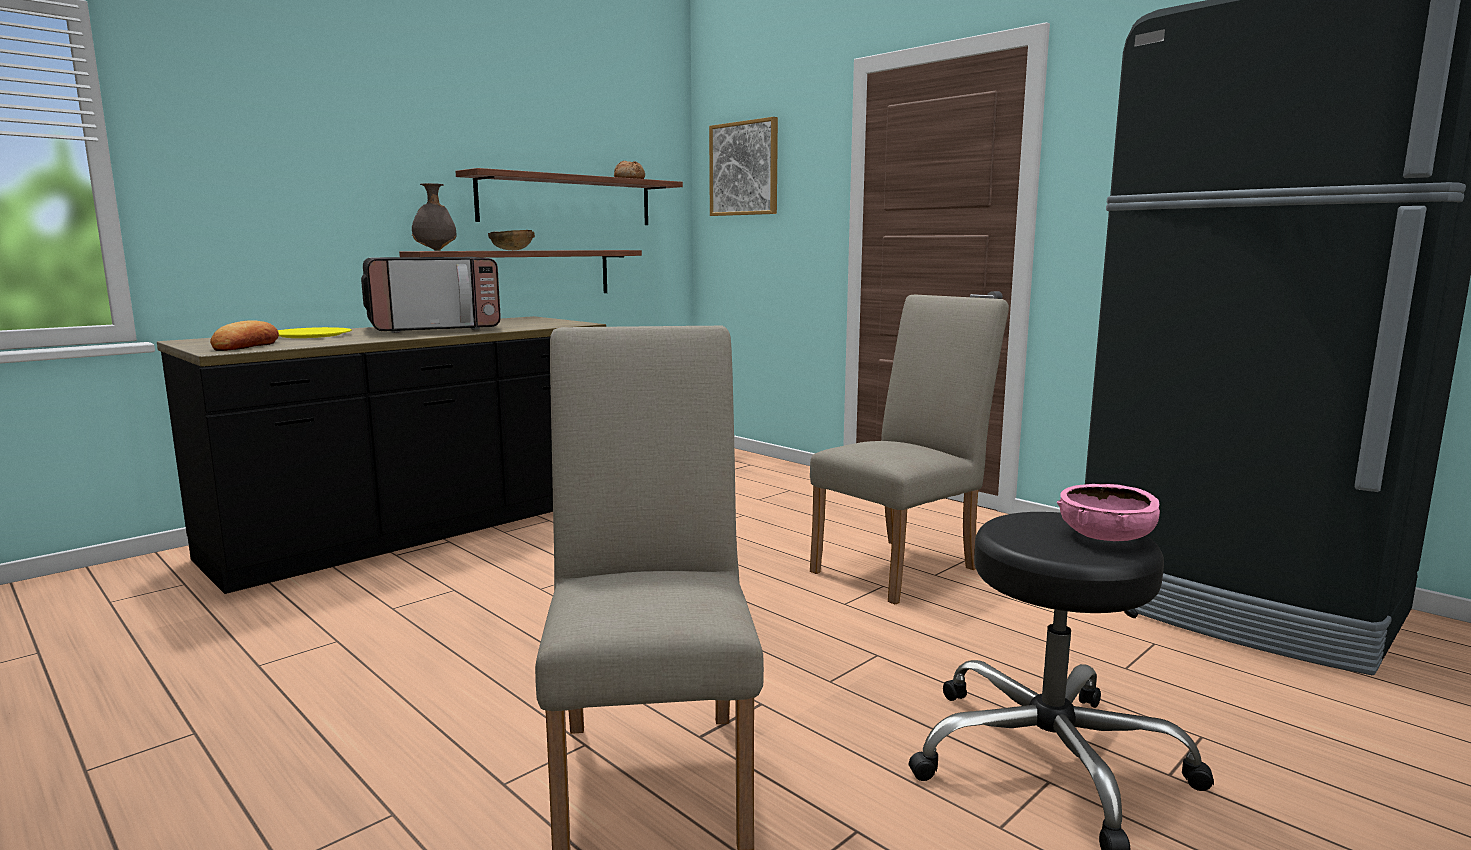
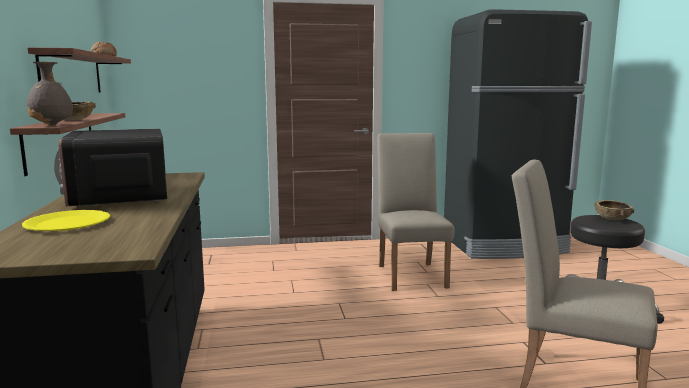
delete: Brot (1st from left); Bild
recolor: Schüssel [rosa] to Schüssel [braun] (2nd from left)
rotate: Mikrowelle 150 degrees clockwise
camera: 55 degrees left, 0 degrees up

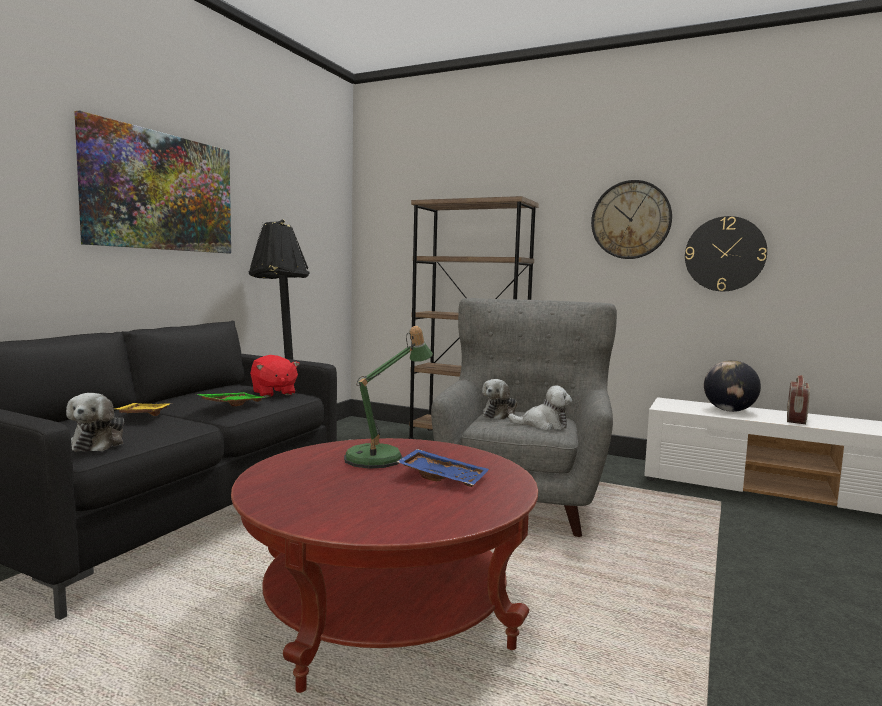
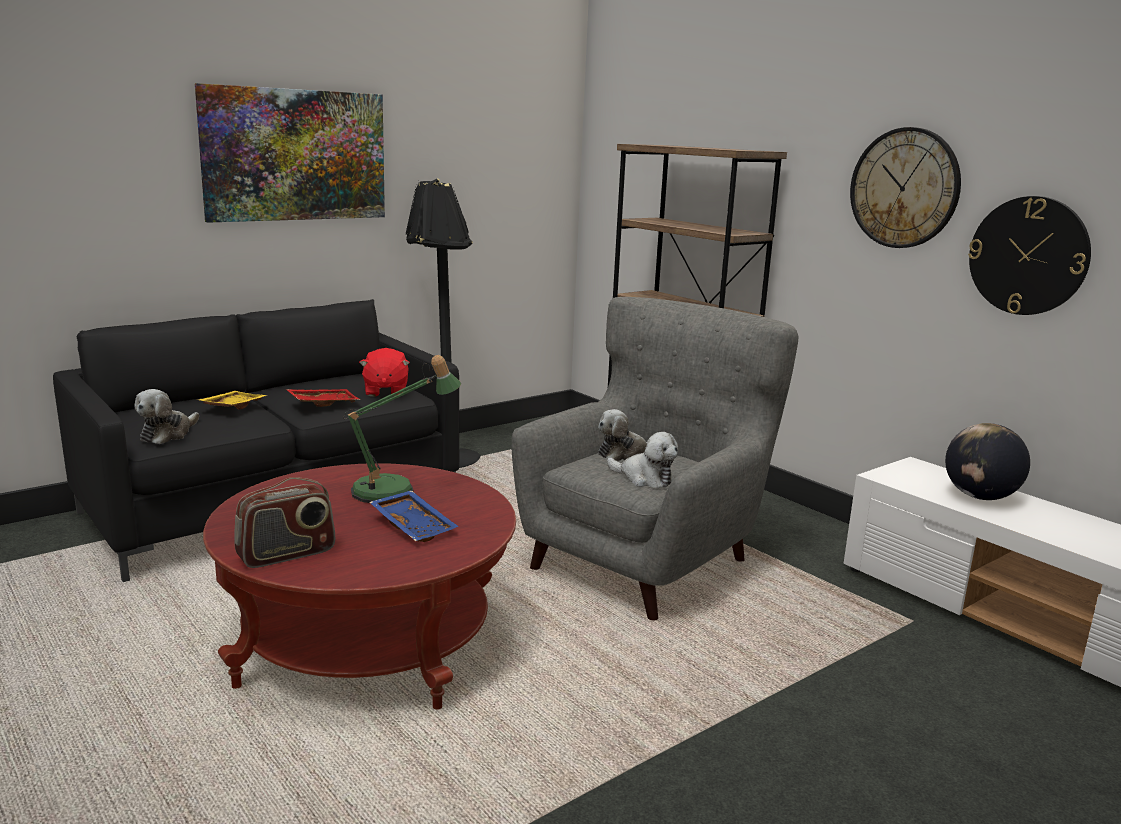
move: Radio
recolor: Tablett [grün] to Tablett [rot]
camera: 25 degrees right, 10 degrees up

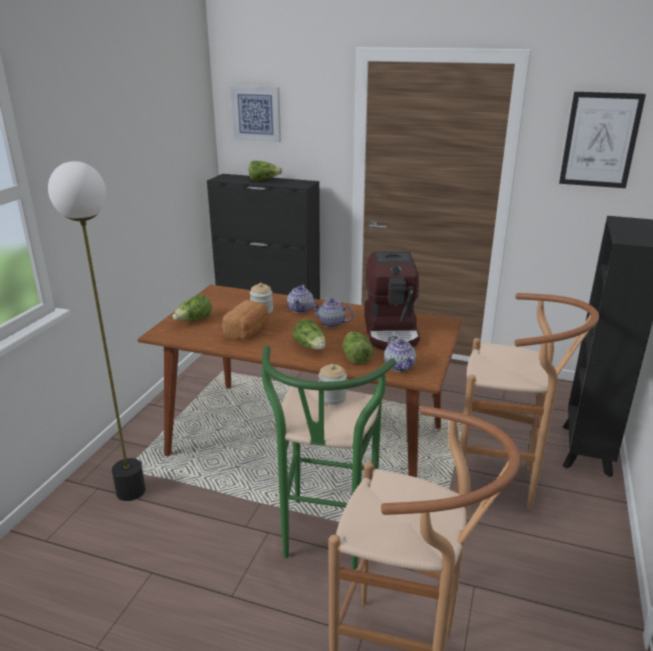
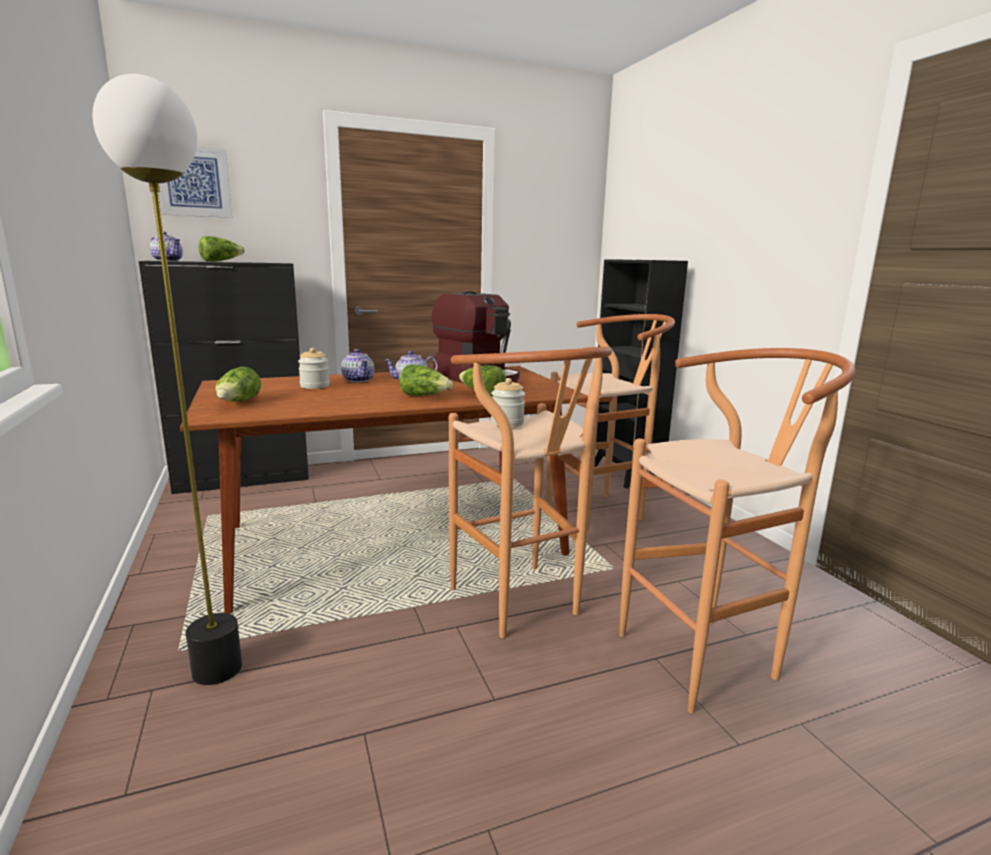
delete: Brot; Bild (2nd from left)
move: Teekanne (3rd from left in the first image) to Teekanne (1st from left)
recolor: Hocker [grün] to Hocker [braun] (1st from left)
camera: 40 degrees left, 10 degrees down

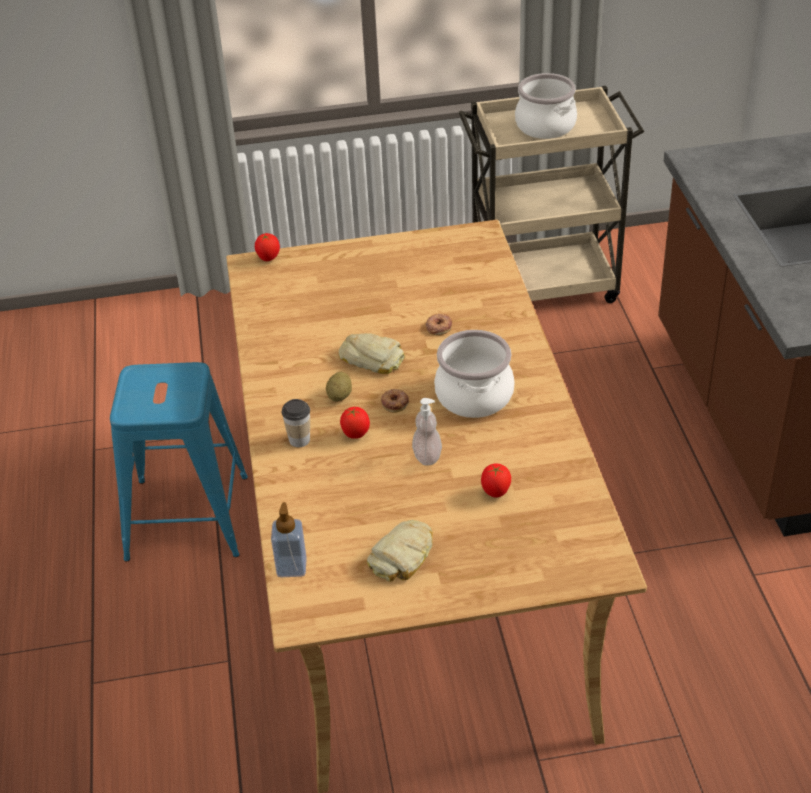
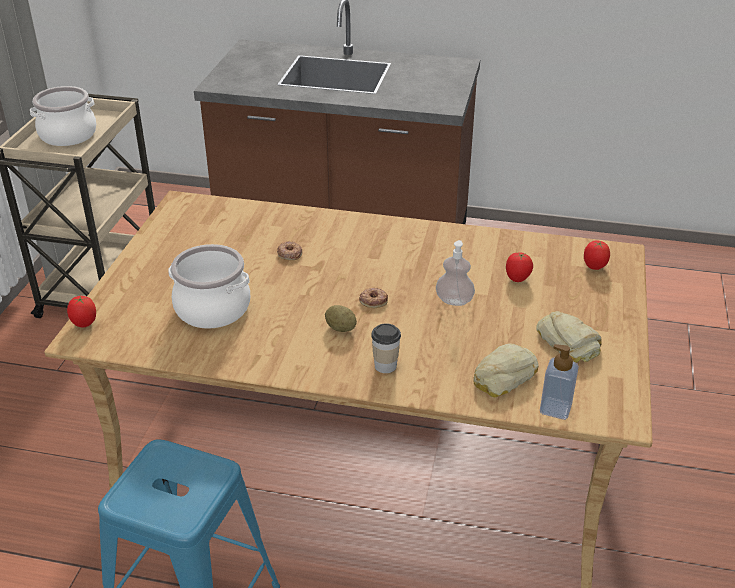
move: Kochtopf (1st from left in the first image) to Kochtopf (2nd from left); Brot (1st from left); Tomate (2nd from left in the first image) to Tomate (3rd from left)
camera: 70 degrees left, 5 degrees down

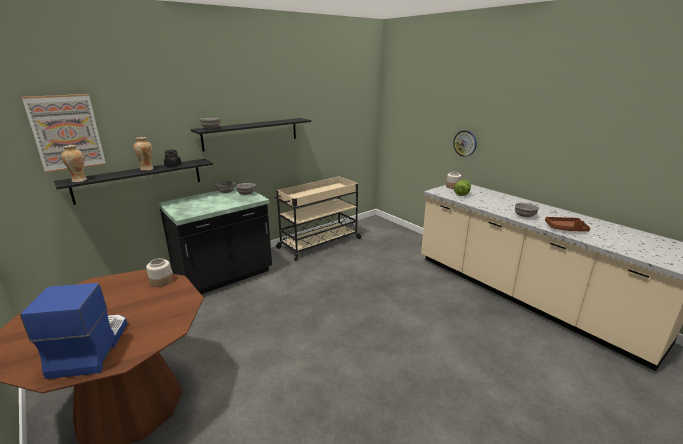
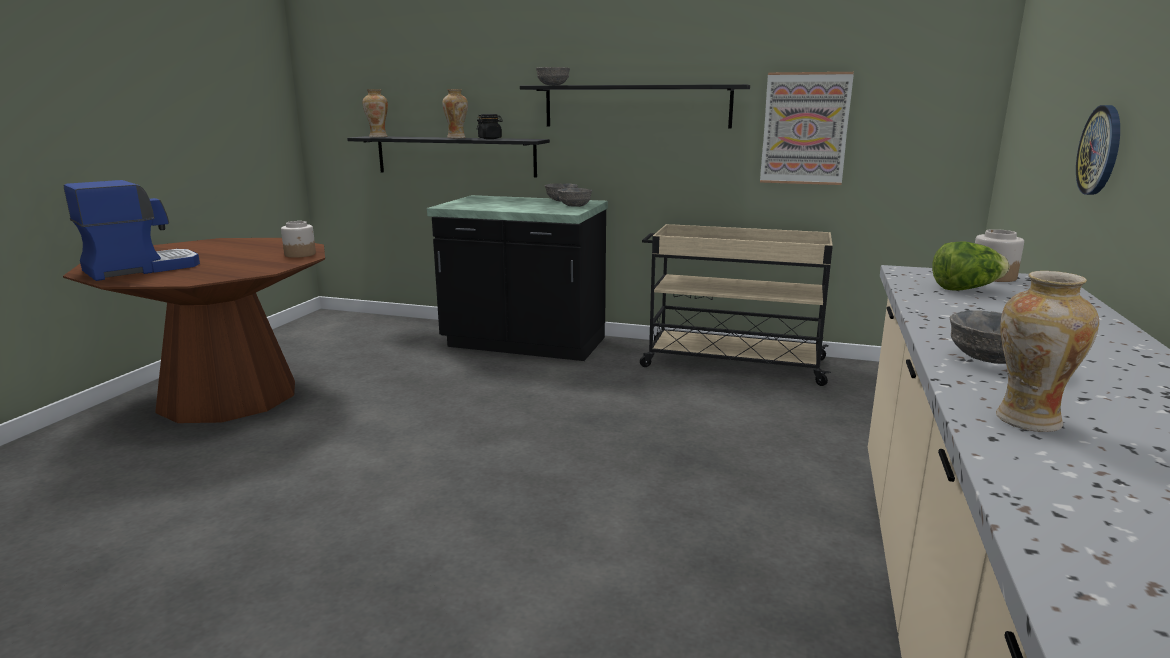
move: Bild
replace: Tablett [braun] to Vase (3rd from left)
camera: 55 degrees right, 5 degrees down

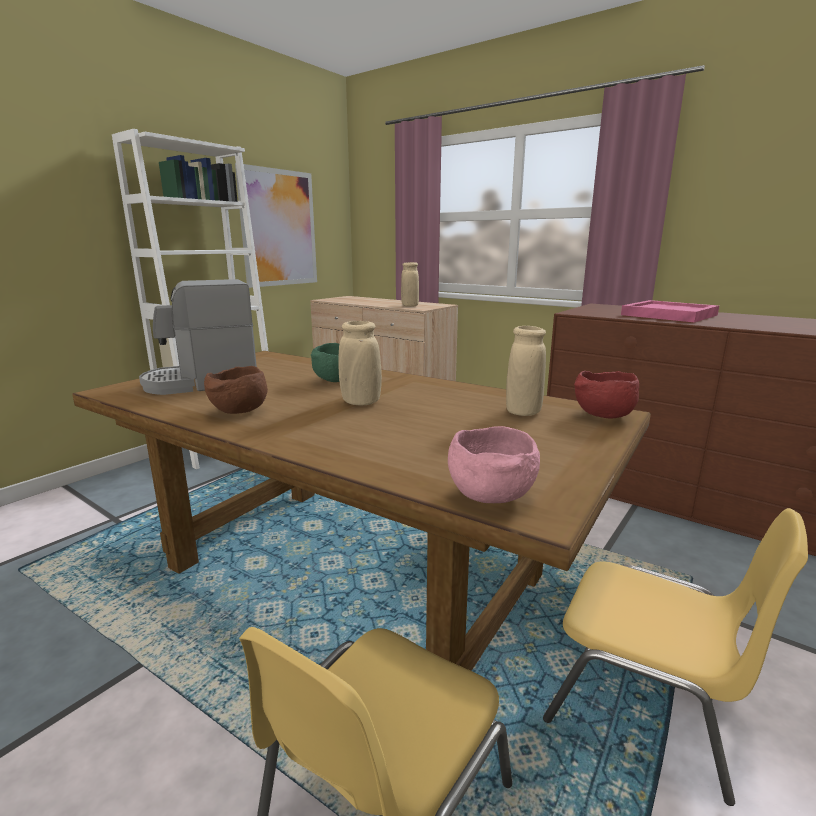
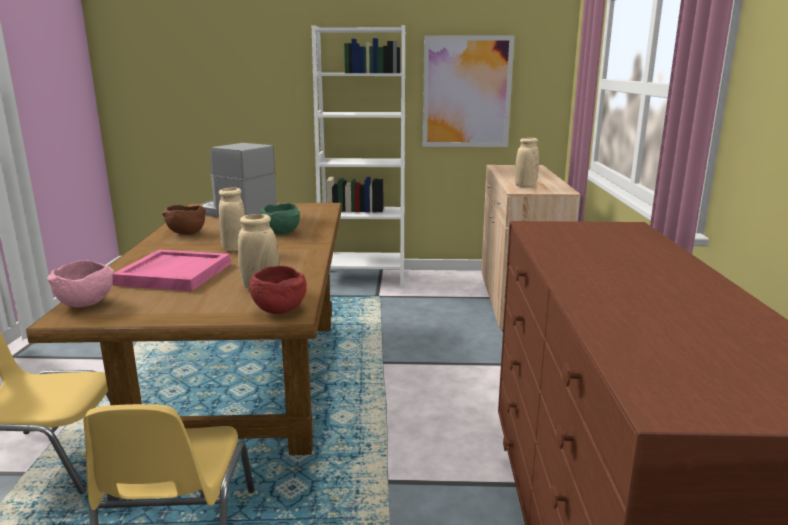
move: Tablett [rosa]
camera: 55 degrees right, 0 degrees up

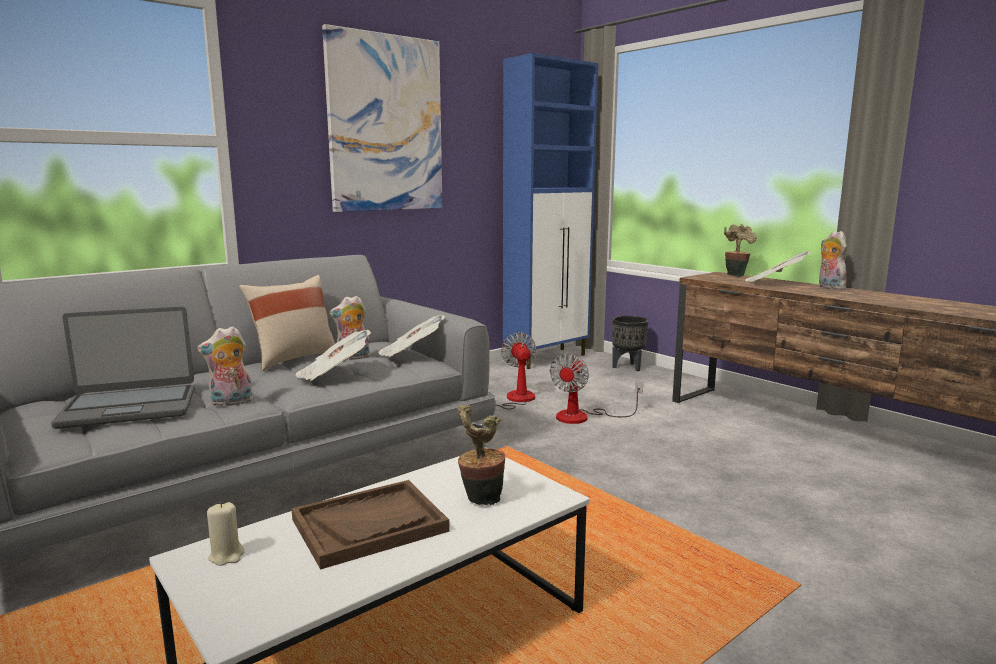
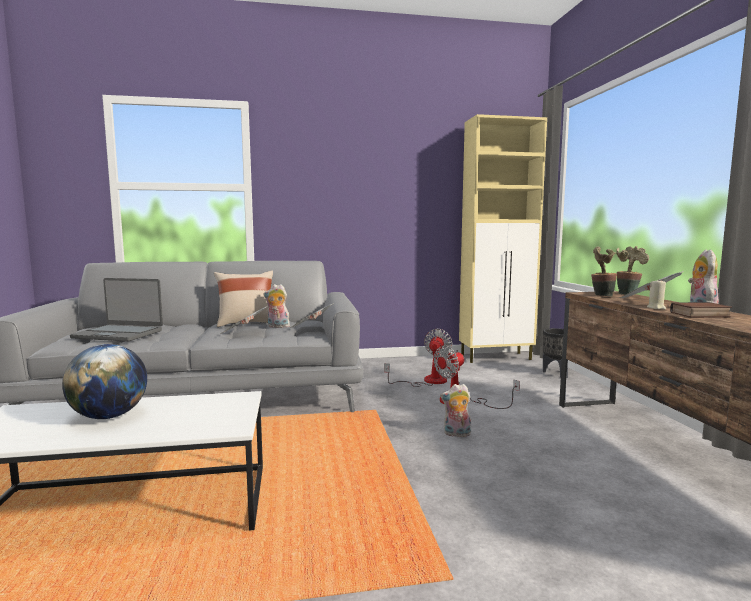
delete: Bild
insert: Buch
move: Plüschtier (1st from left in the first image) to Plüschtier (2nd from left); Topfpflanze (1st from left); Kerze [beige]
replace: Tablett [braun] to Globus
recolor: Schrank [blau] to Schrank [beige]
camera: 30 degrees right, 5 degrees down

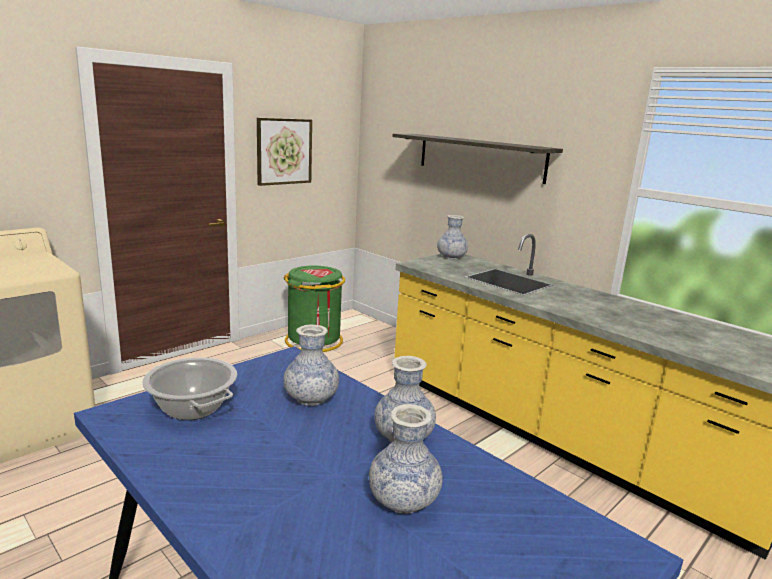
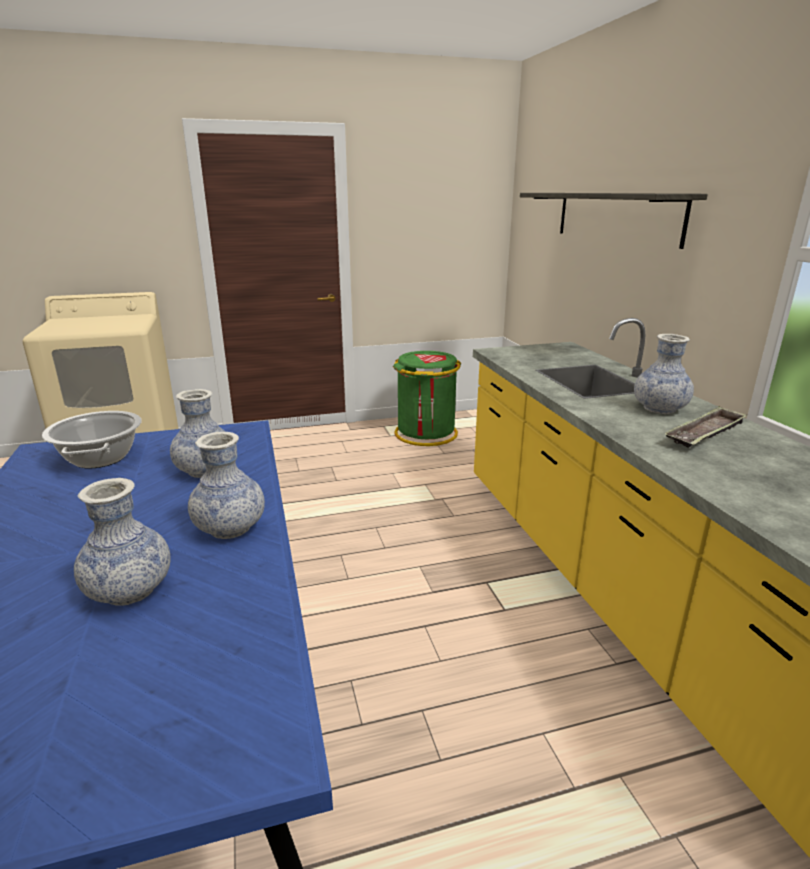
delete: Bild
insert: Tablett
move: Vase (4th from left)
camera: 30 degrees right, 5 degrees up

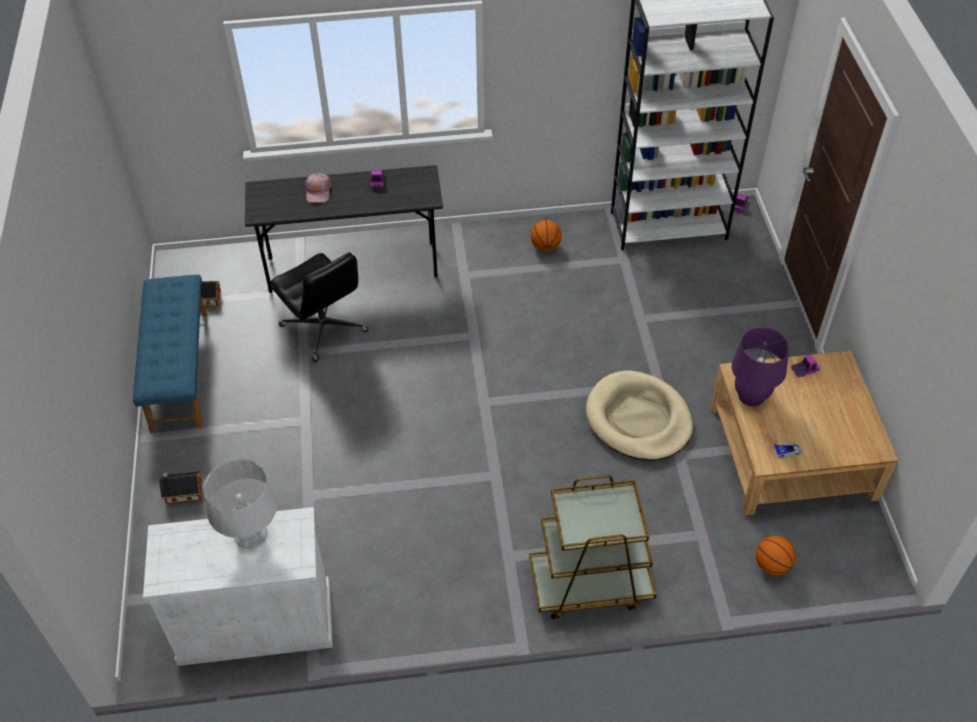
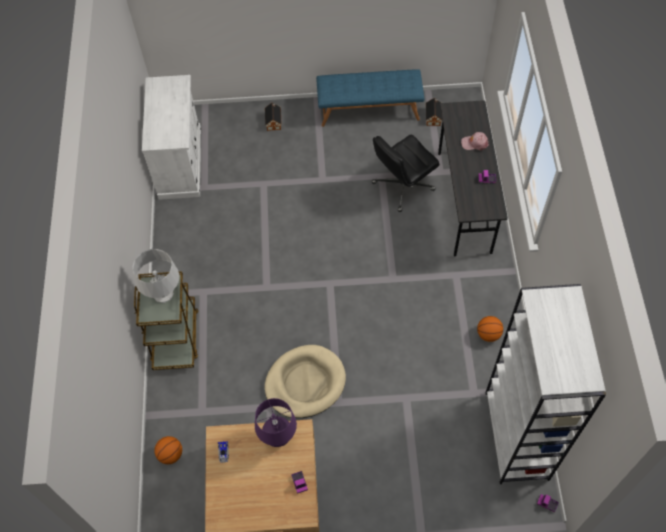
move: Tischlampe [grau]
camera: 95 degrees right, 10 degrees up

